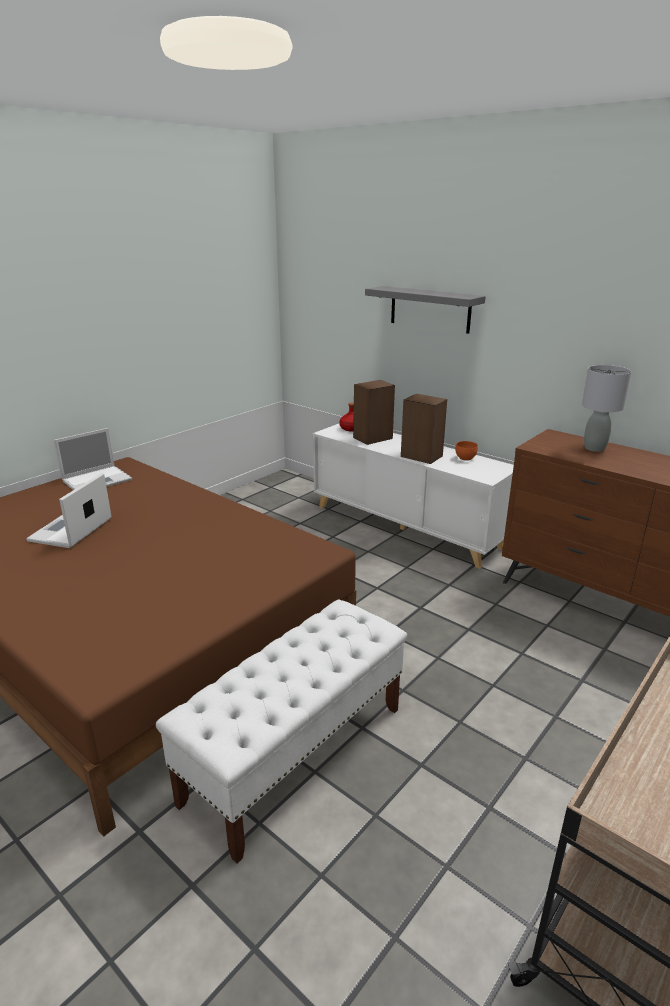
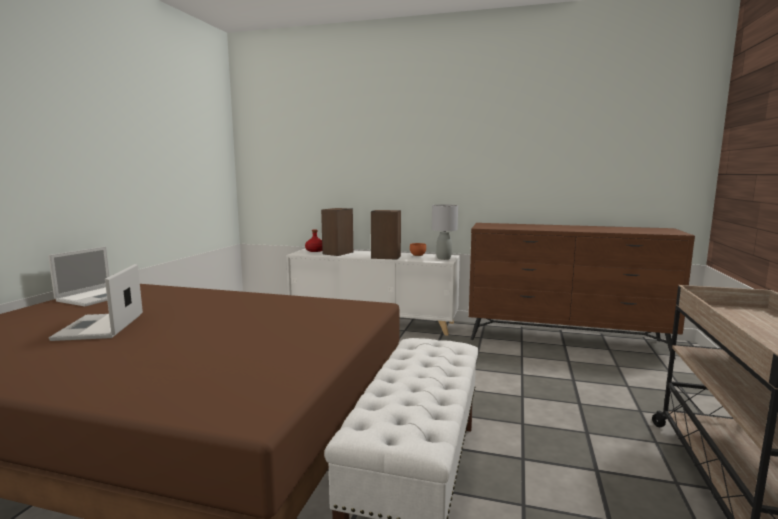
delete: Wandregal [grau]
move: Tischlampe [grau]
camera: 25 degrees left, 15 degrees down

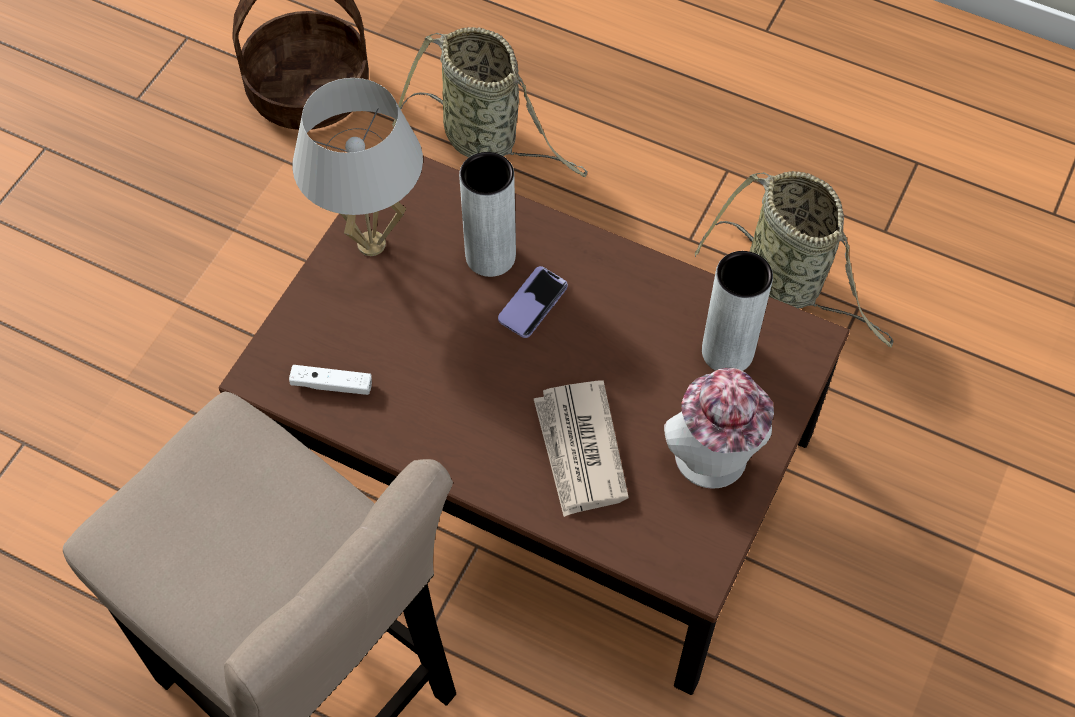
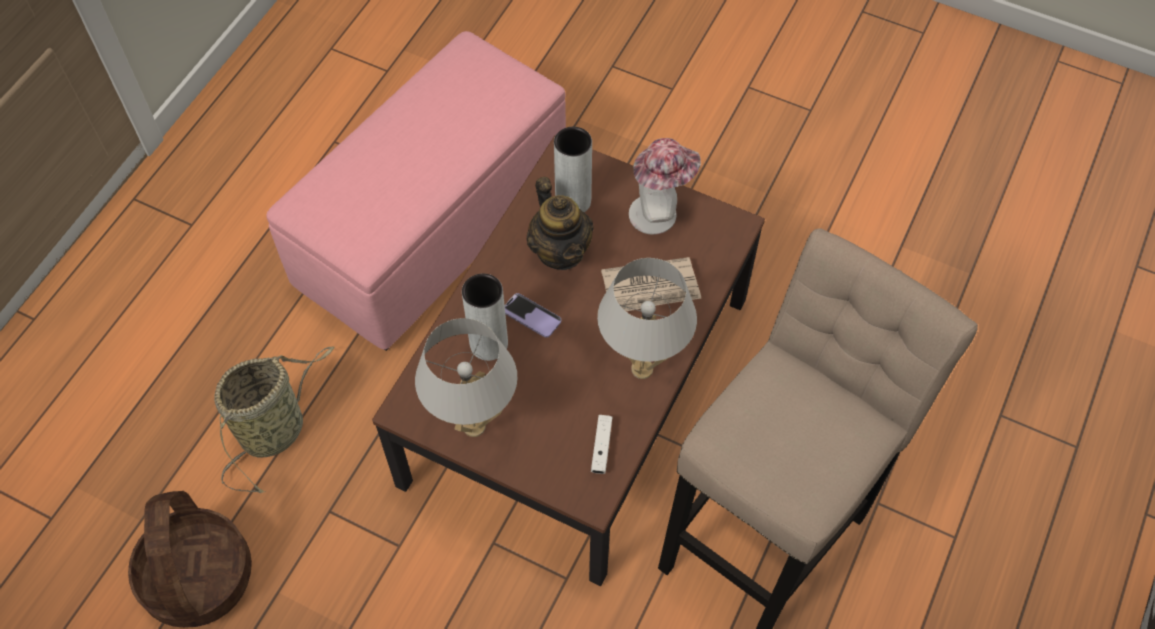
insert: Teekanne; Tischlampe [weiß] (2nd from left)
replace: Korb (3rd from left) to Polsterhocker [rosa]
camera: 90 degrees left, 0 degrees up

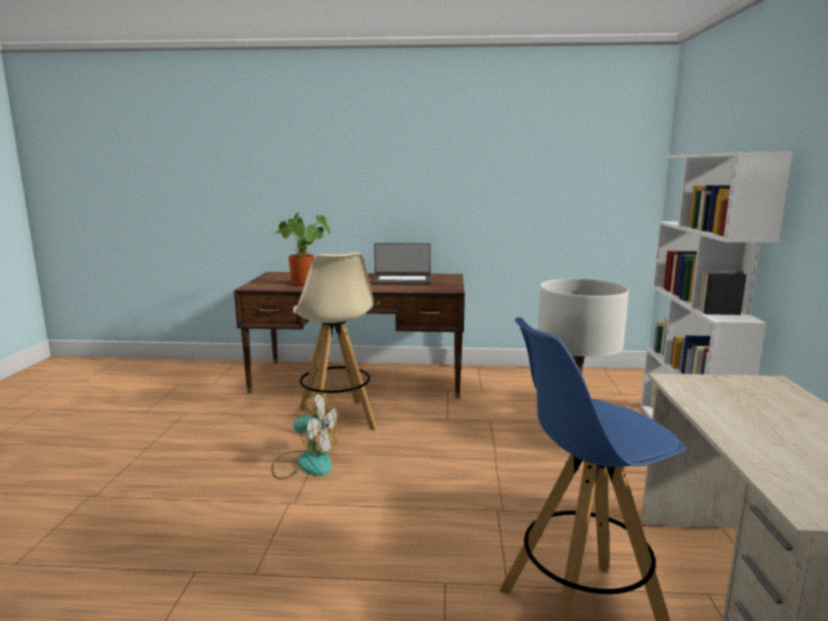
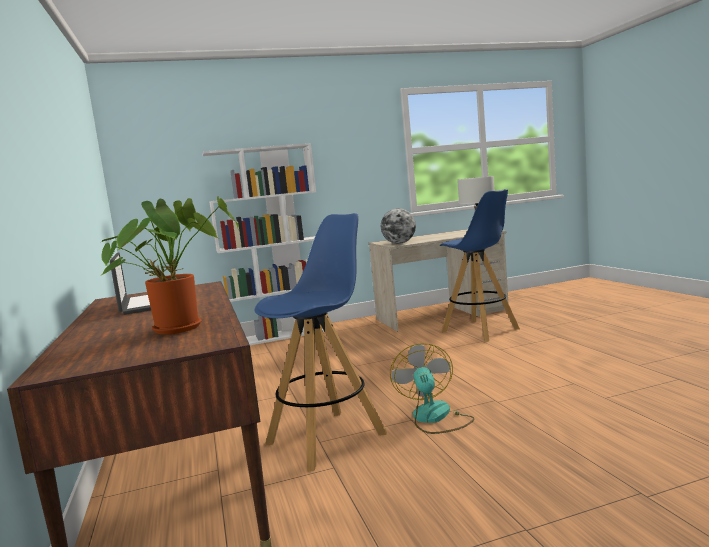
insert: Globus
recolor: Hocker [beige] to Hocker [blau] (1st from left)
camera: 110 degrees left, 5 degrees down

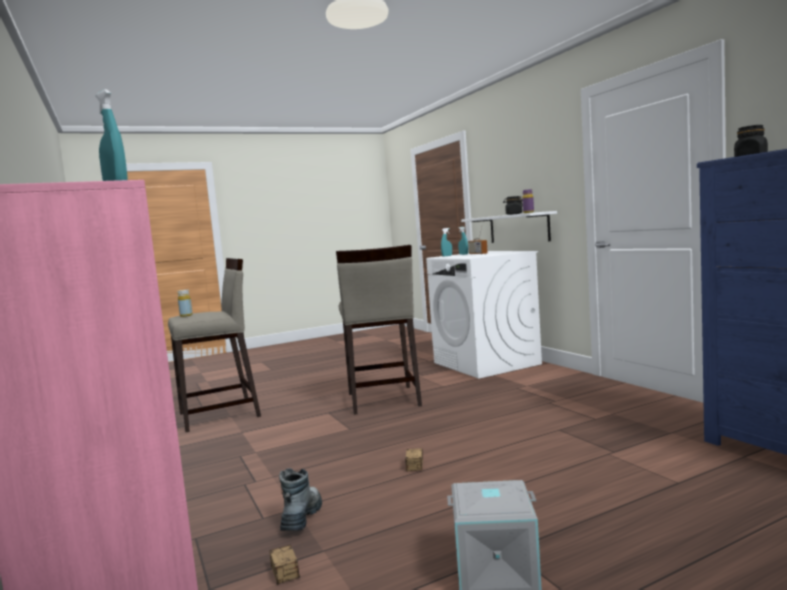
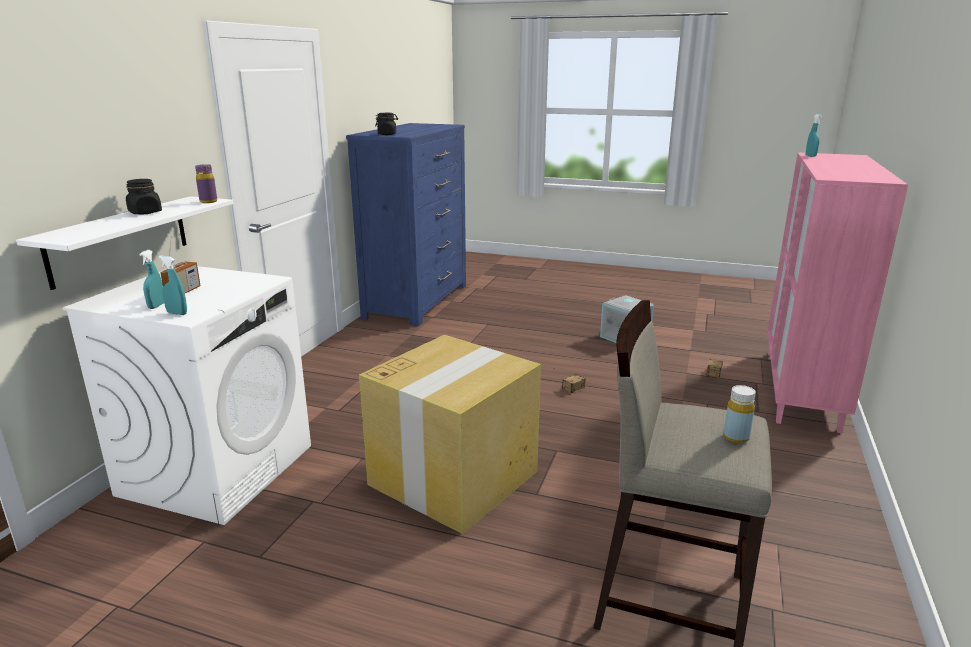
delete: Stiefel
replace: Hocker [beige] (2nd from left) to Karton
camera: 135 degrees left, 15 degrees up

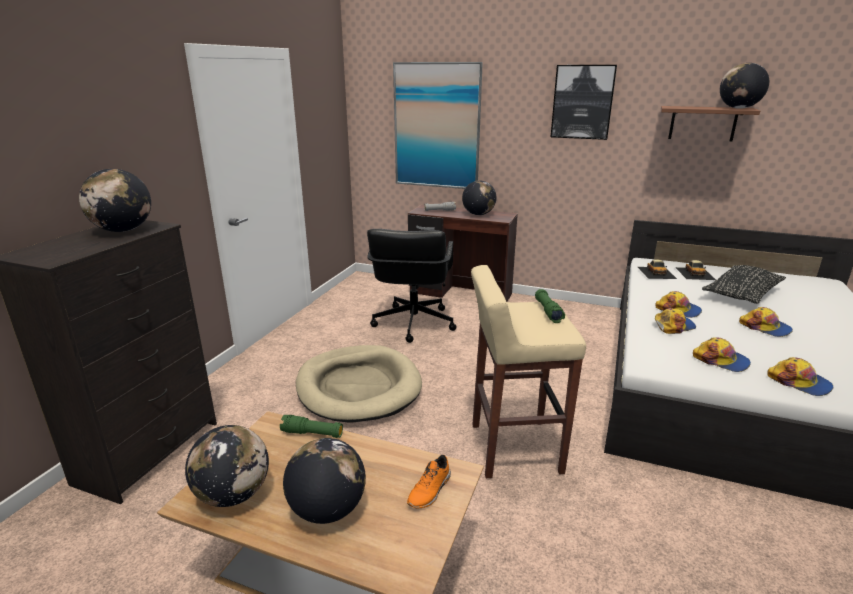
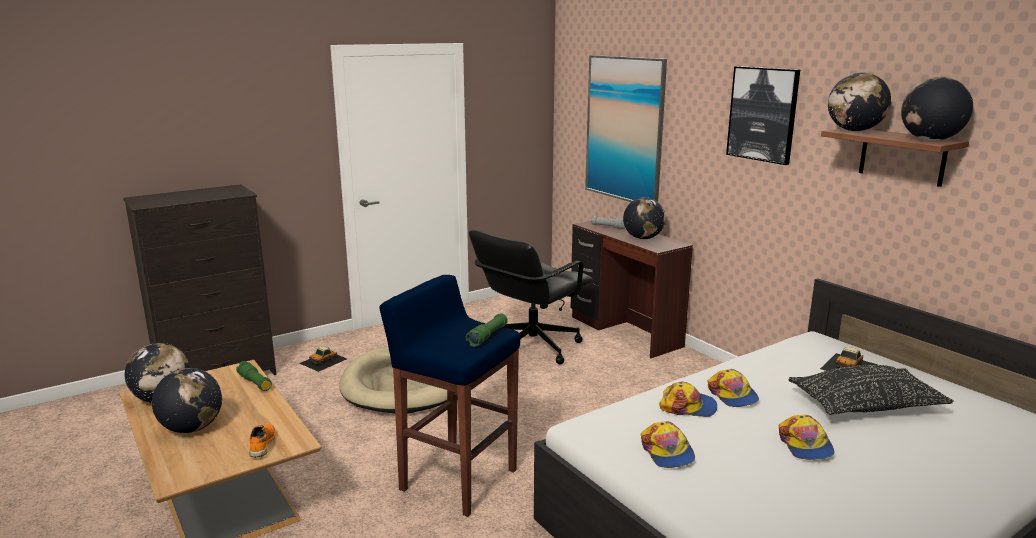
delete: Kappe (5th from left)
move: Spielzeugauto (1st from left); Globus (1st from left in the first image) to Globus (4th from left)
recolor: Hocker [beige] to Hocker [blau]
rotate: Schuh [orange] 105 degrees clockwise
camera: 35 degrees right, 5 degrees down

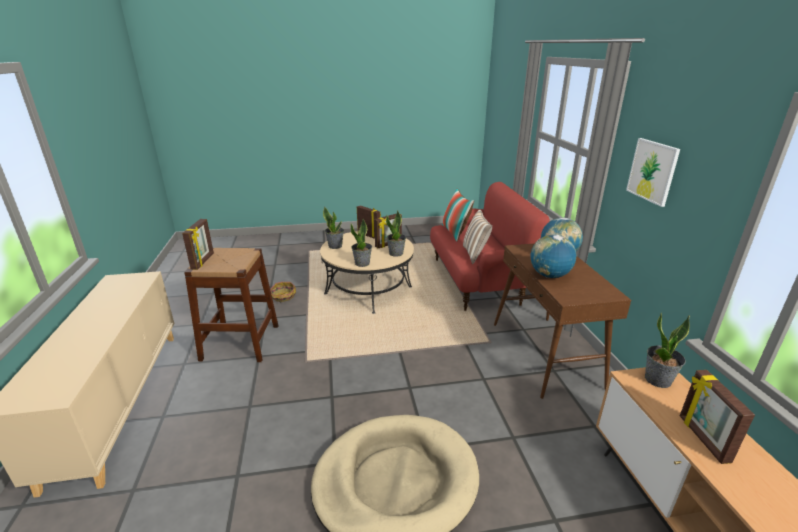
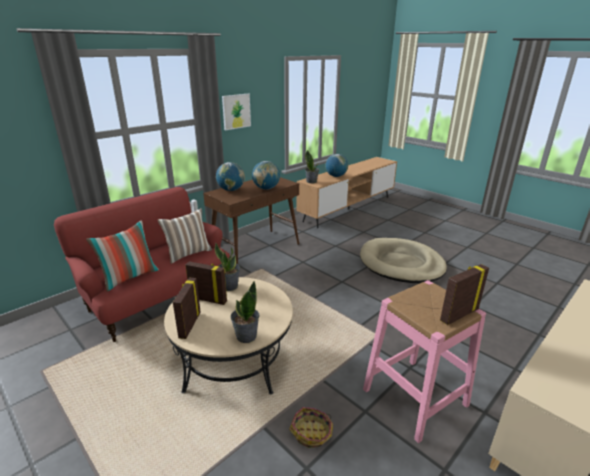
delete: Topfpflanze (2nd from left)
replace: Bilderrahmen (4th from left) to Globus (3rd from left)
recolor: Hocker [braun] to Hocker [rosa]
camera: 125 degrees left, 0 degrees up

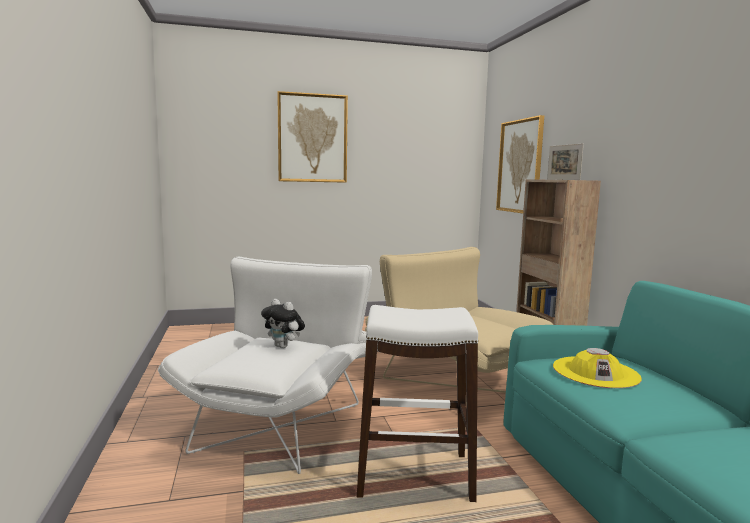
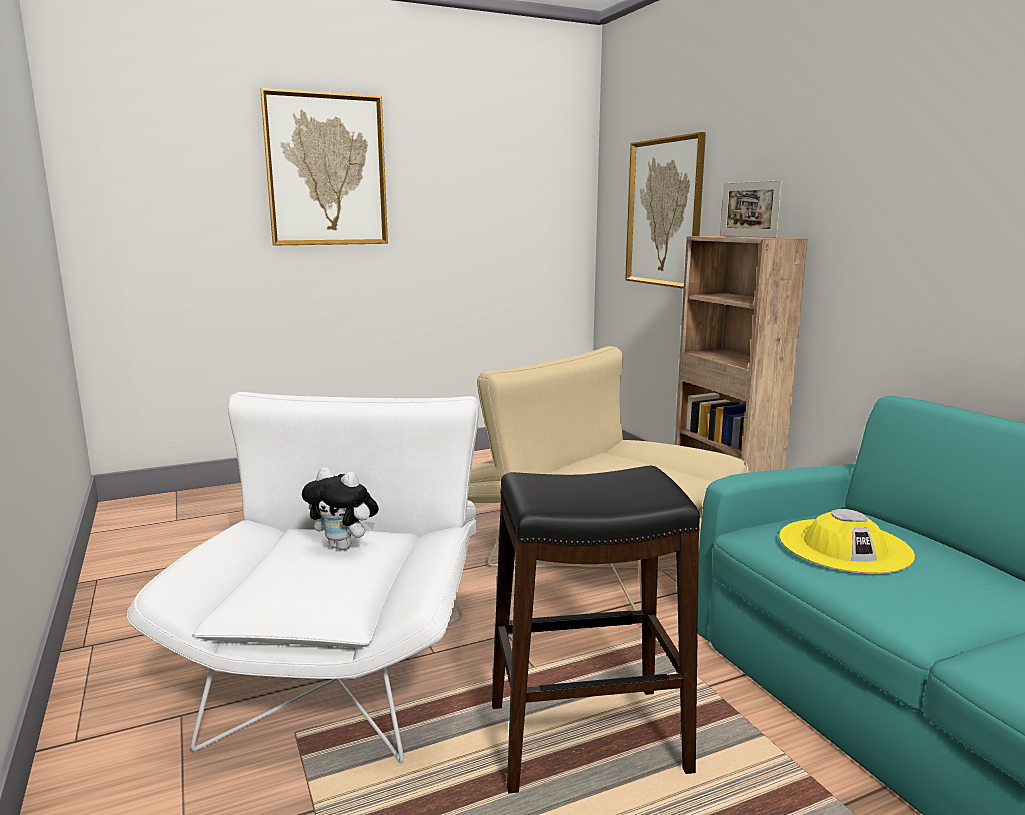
recolor: Hocker [weiß] to Hocker [schwarz]
camera: 10 degrees left, 5 degrees up

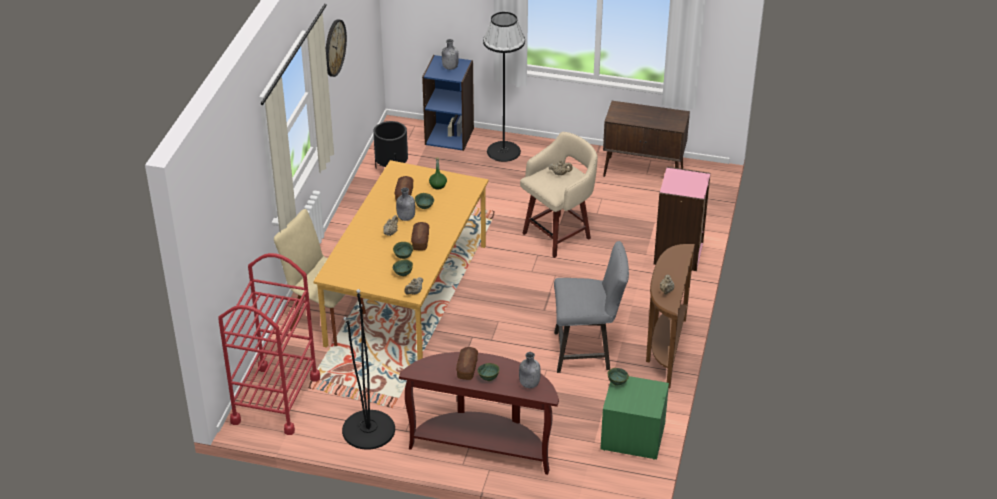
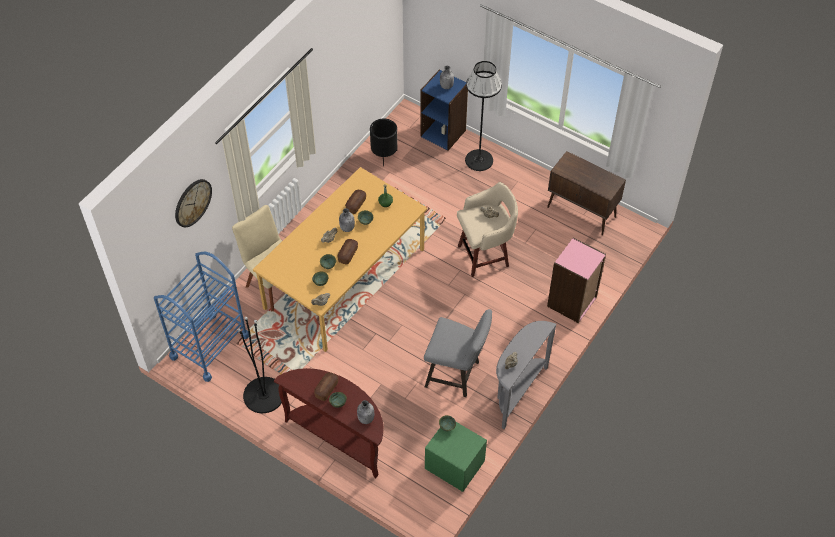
move: Wanduhr
recolor: Rollwagen [rot] to Rollwagen [blau]; Konsolentisch [braun] (2nd from left) to Konsolentisch [grau]
camera: 20 degrees right, 15 degrees up

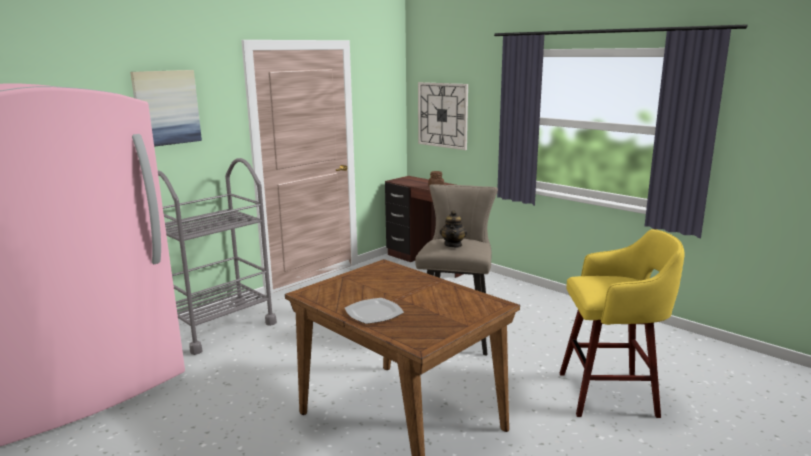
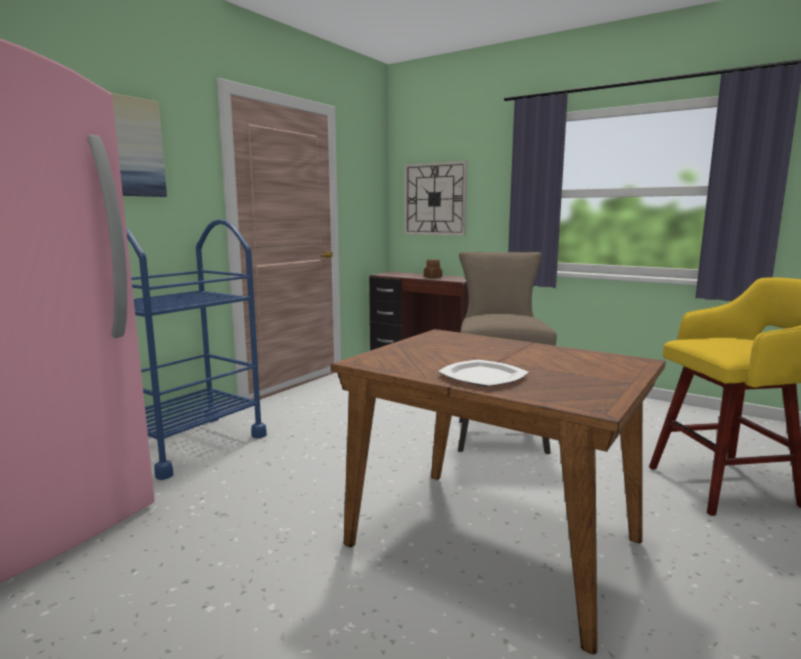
delete: Teekanne
recolor: Rollwagen [grau] to Rollwagen [blau]
camera: 10 degrees left, 5 degrees down

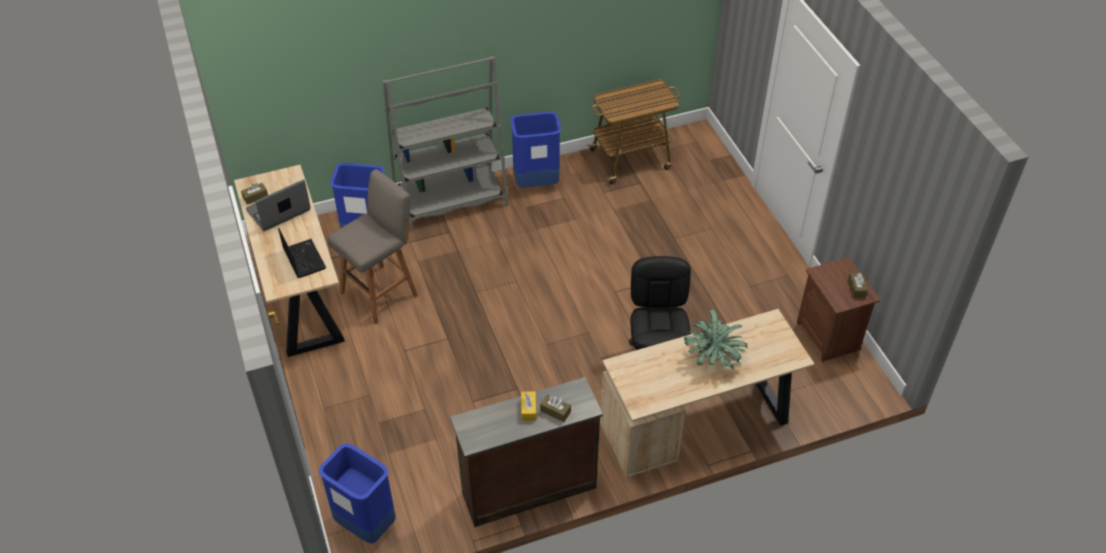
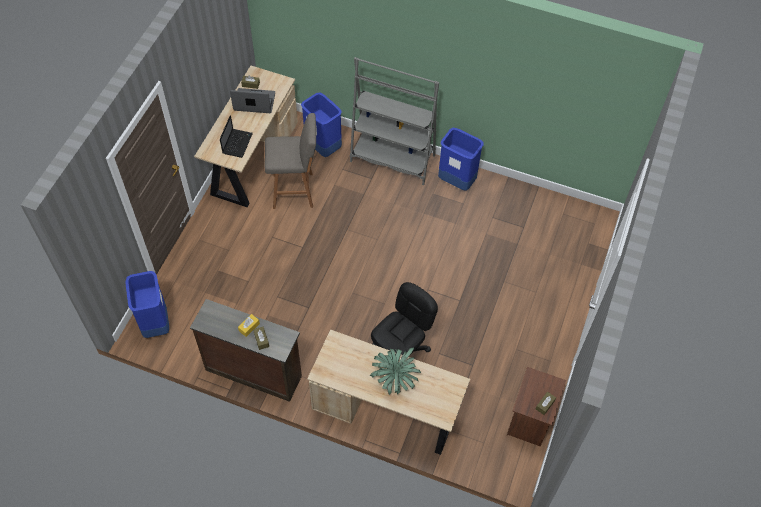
delete: Rollwagen
camera: 40 degrees right, 10 degrees up

